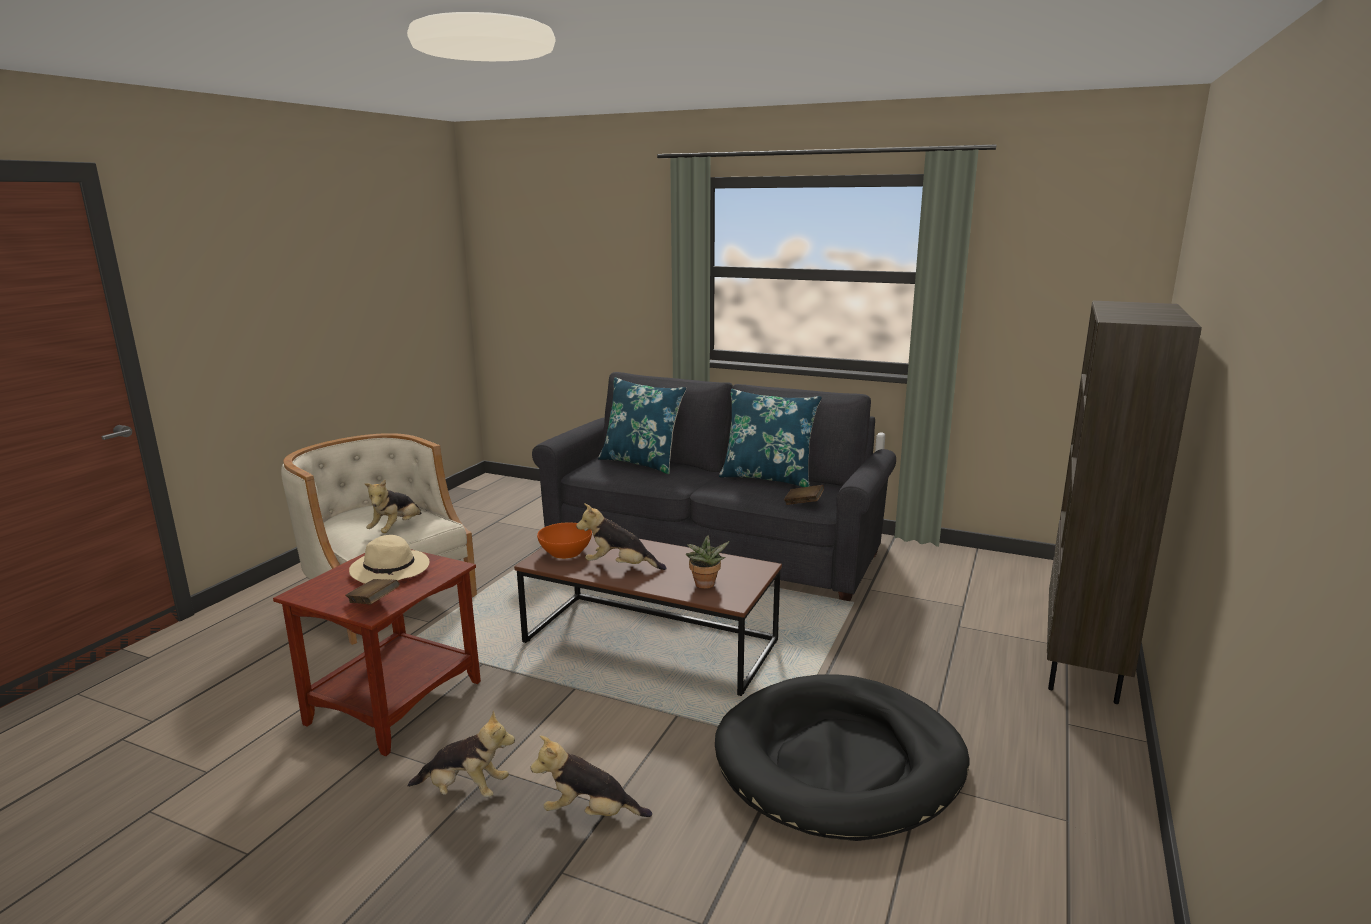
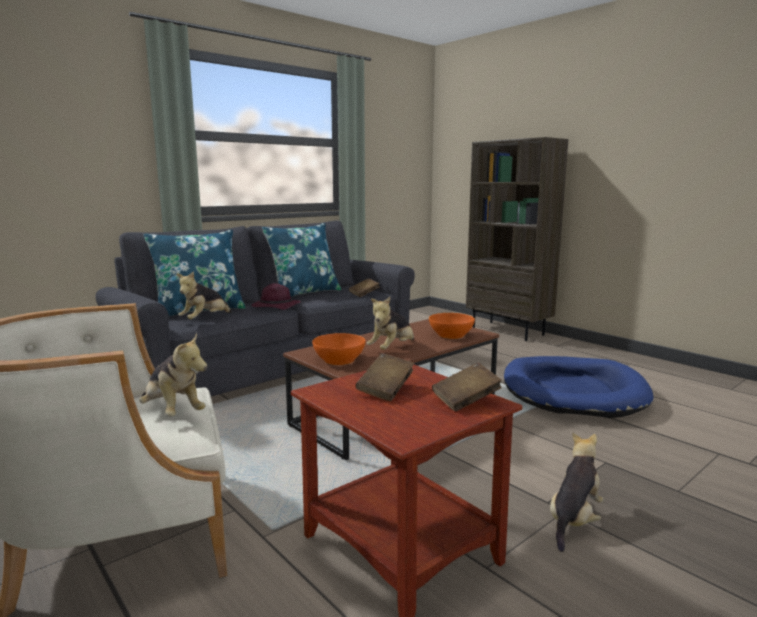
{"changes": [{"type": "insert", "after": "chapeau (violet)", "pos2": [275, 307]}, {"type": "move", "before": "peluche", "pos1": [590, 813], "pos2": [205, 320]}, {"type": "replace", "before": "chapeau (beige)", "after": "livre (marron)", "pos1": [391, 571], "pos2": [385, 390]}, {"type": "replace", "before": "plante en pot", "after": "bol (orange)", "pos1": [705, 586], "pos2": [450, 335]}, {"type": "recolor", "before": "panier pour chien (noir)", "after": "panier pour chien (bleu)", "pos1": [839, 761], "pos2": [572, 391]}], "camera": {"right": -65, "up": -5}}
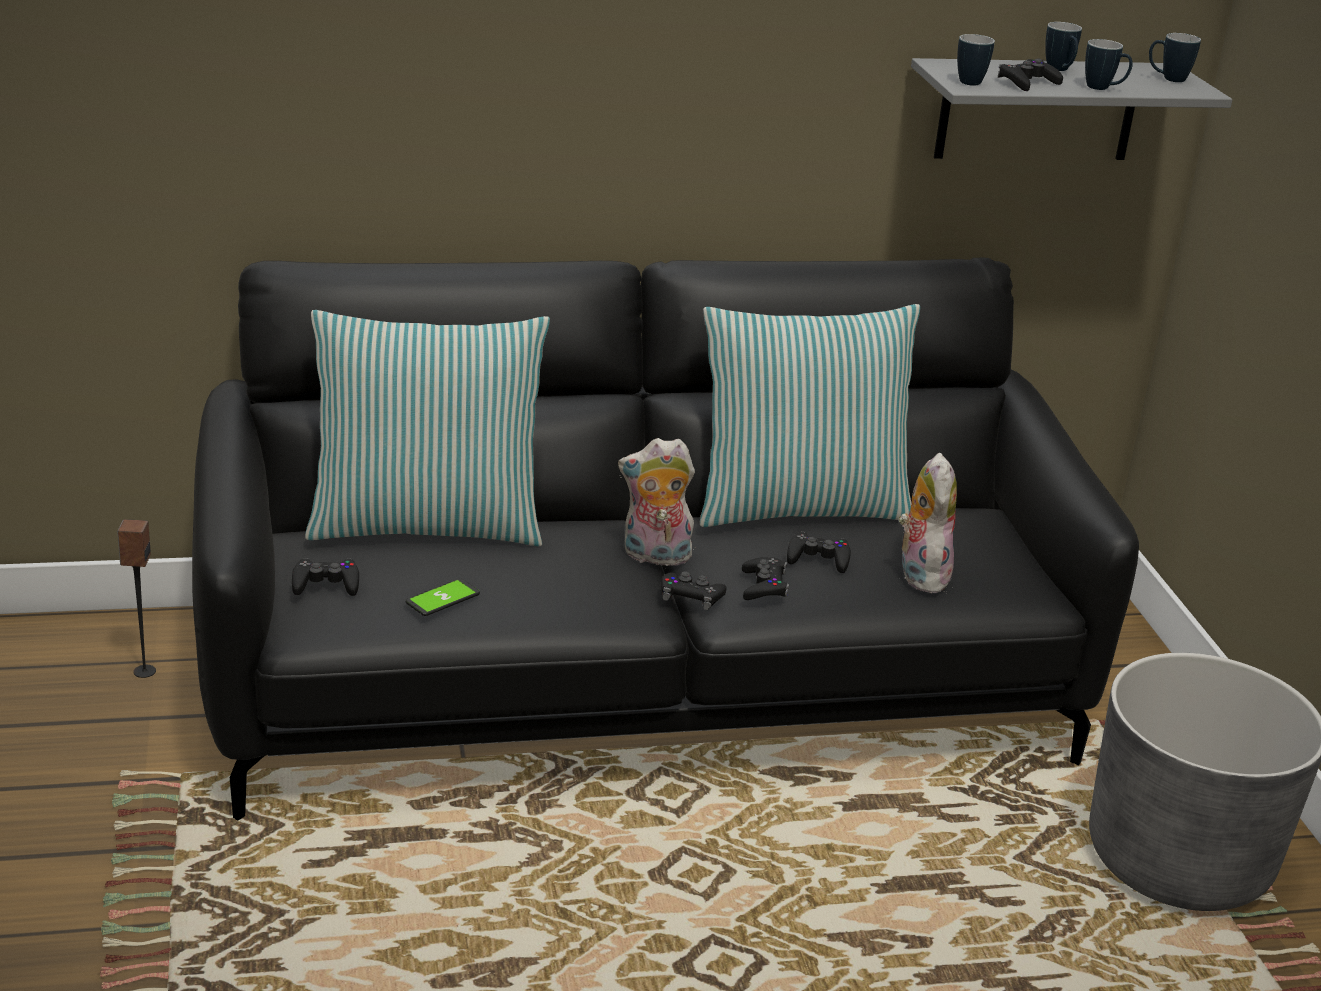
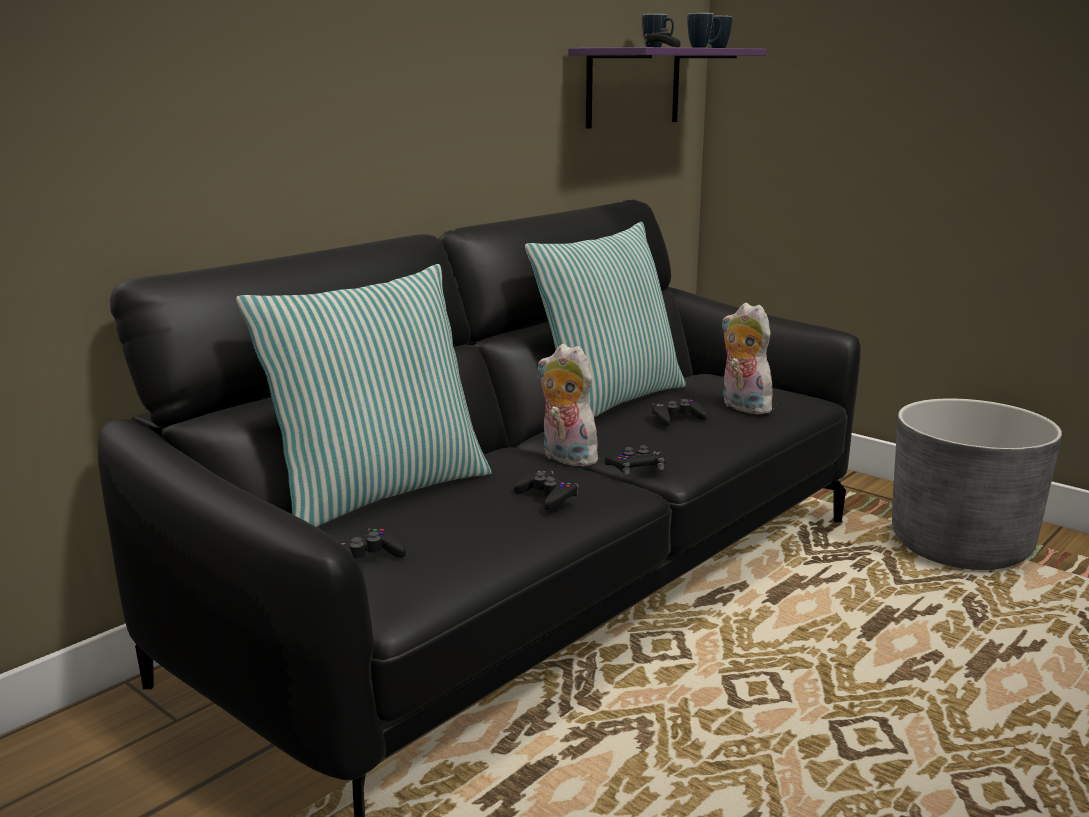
{"changes": [{"type": "delete", "before": "enceinte", "pos1": [144, 671]}, {"type": "delete", "before": "téléphone", "pos1": [442, 598]}, {"type": "delete", "before": "mug", "pos1": [970, 81]}, {"type": "move", "before": "manette (noir)", "pos1": [764, 586], "pos2": [547, 496]}, {"type": "recolor", "before": "étagère (gris)", "after": "étagère (violet)", "pos1": [1037, 109], "pos2": [633, 87]}, {"type": "rotate", "before": "peluche", "pos1": [654, 557], "pos2": [565, 458], "turn": 75}], "camera": {"right": -35, "up": -10}}
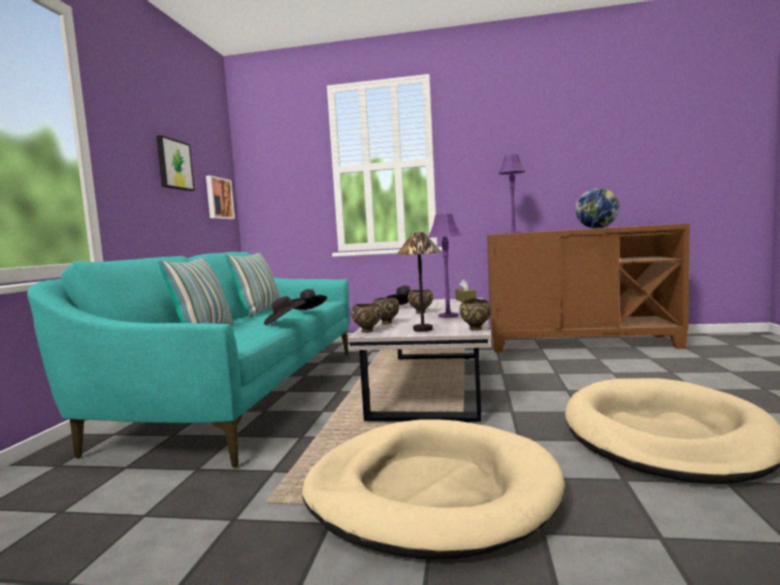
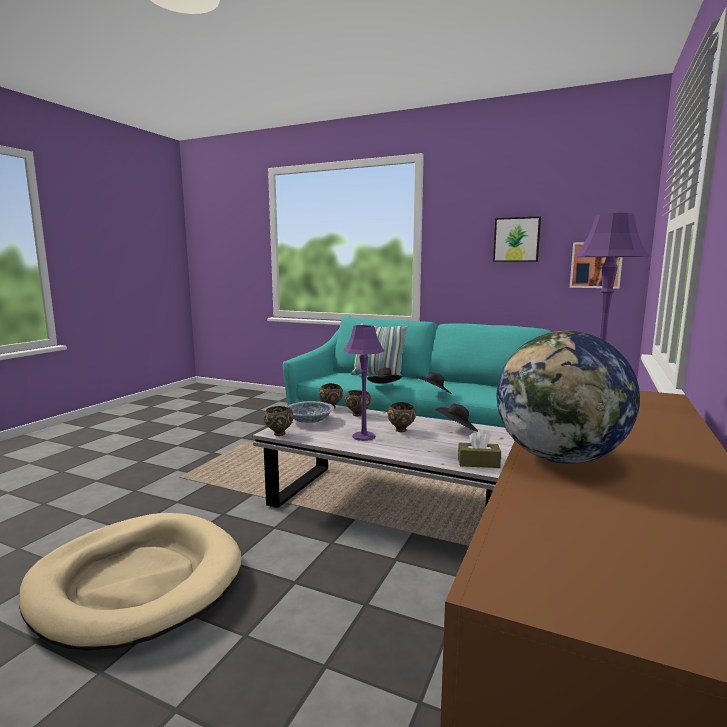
{"changes": [{"type": "delete", "before": "coussin", "pos1": [259, 312]}, {"type": "delete", "before": "panier pour chien (beige)", "pos1": [430, 492]}, {"type": "replace", "before": "lampe de table", "after": "bol", "pos1": [422, 329], "pos2": [309, 420]}], "camera": {"right": 105, "up": 5}}
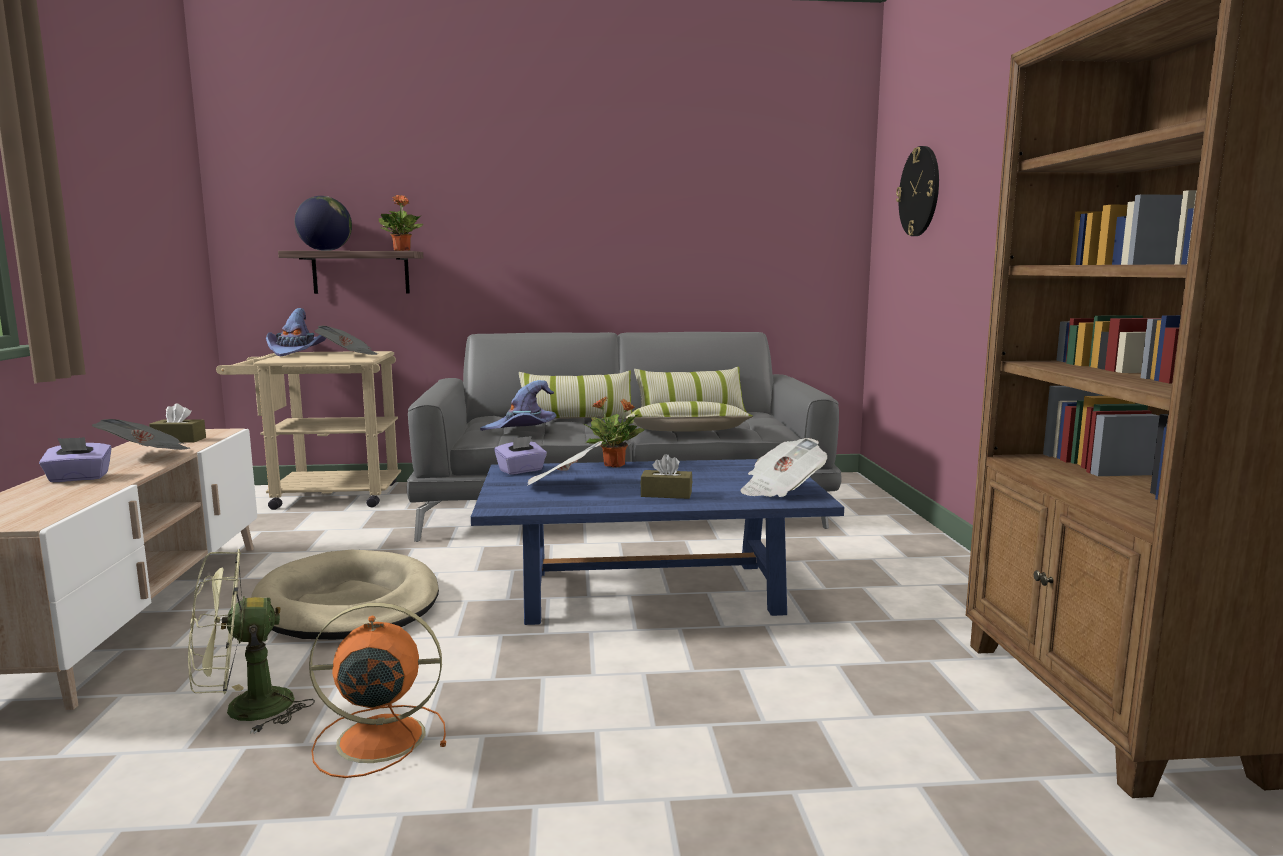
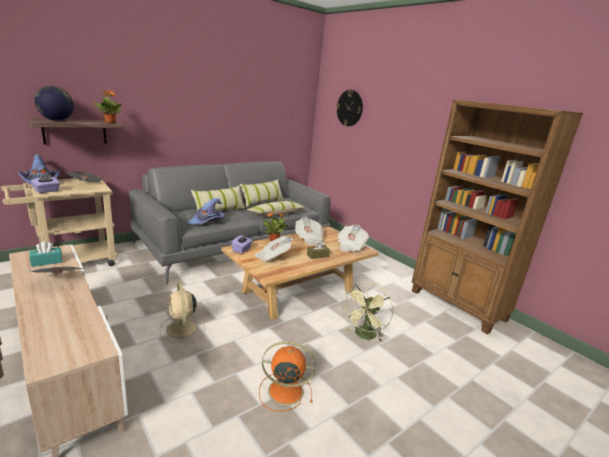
{"changes": [{"type": "insert", "after": "journal", "pos2": [308, 239]}, {"type": "move", "before": "boîte à mouchoirs (violet)", "pos1": [78, 478], "pos2": [47, 191]}, {"type": "move", "before": "ventilateur (vert)", "pos1": [244, 711], "pos2": [364, 336]}, {"type": "replace", "before": "panier pour chien (beige)", "after": "ventilateur (beige)", "pos1": [348, 604], "pos2": [182, 329]}, {"type": "recolor", "before": "boîte à mouchoirs (marron)", "after": "boîte à mouchoirs (turquoise)", "pos1": [179, 440], "pos2": [47, 261]}, {"type": "recolor", "before": "table basse (bleu)", "after": "table basse (beige)", "pos1": [650, 591], "pos2": [298, 291]}, {"type": "rotate", "before": "ventilateur (orange)", "pos1": [377, 739], "pos2": [284, 391], "turn": 45}], "camera": {"right": -35, "up": 10}}
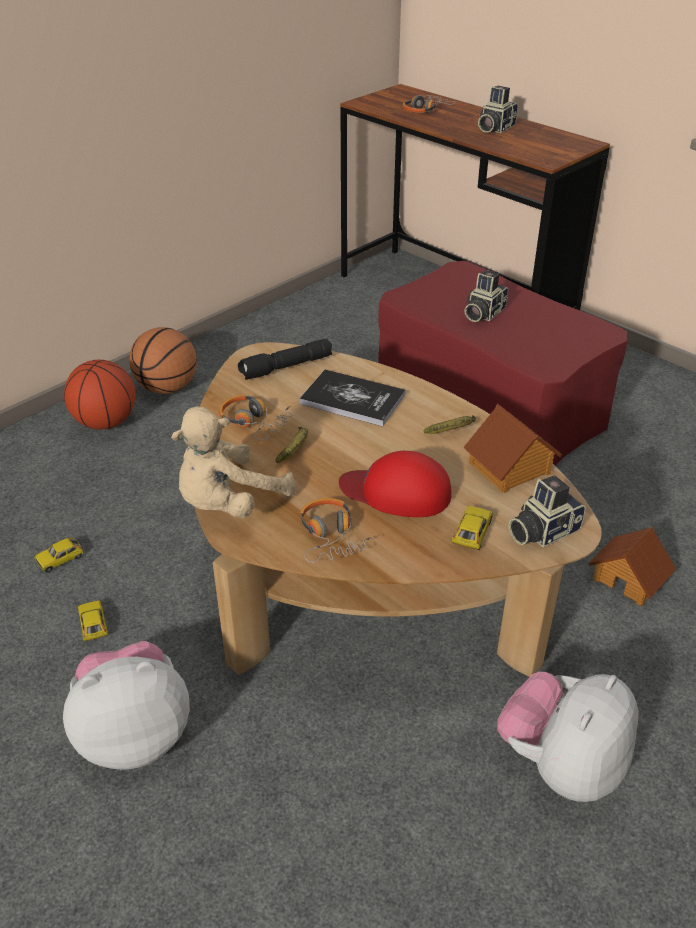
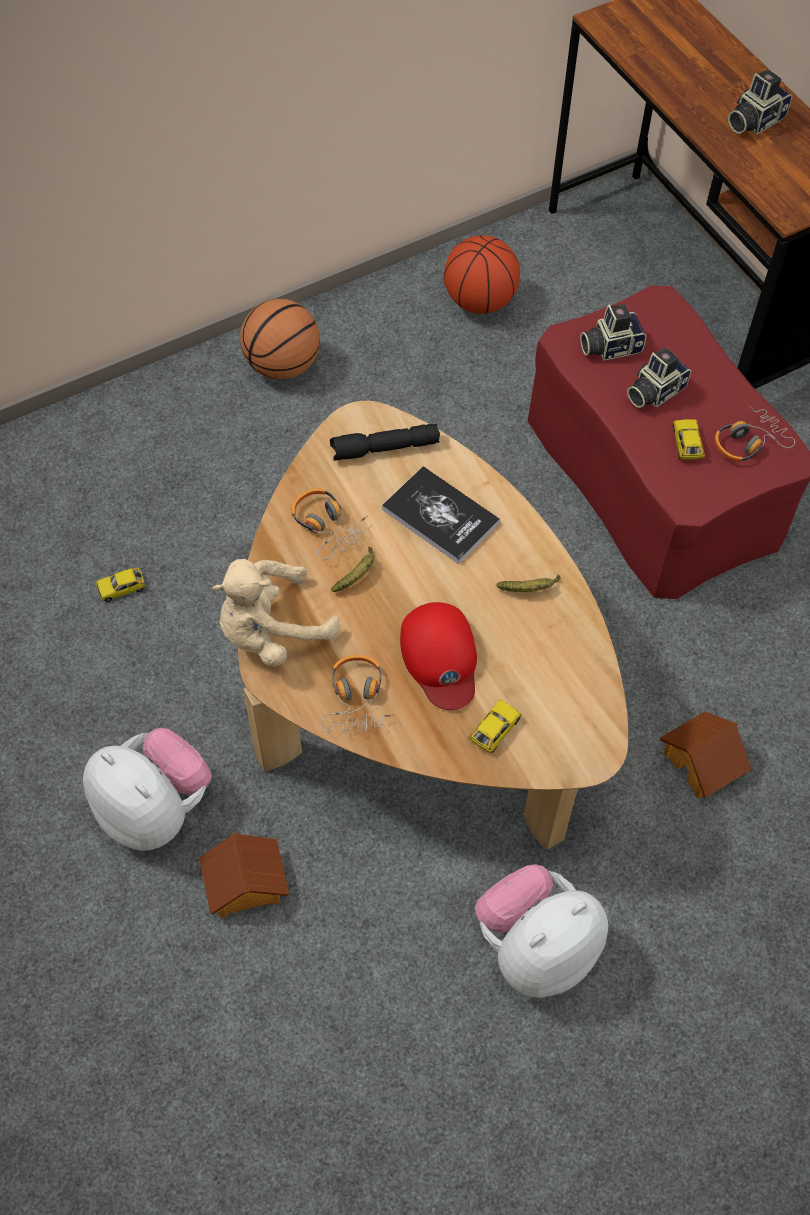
{"changes": [{"type": "move", "before": "ballon de basket", "pos1": [105, 423], "pos2": [479, 301]}, {"type": "move", "before": "petite voiture", "pos1": [93, 625], "pos2": [687, 443]}, {"type": "move", "before": "casque audio", "pos1": [425, 110], "pos2": [748, 442]}, {"type": "move", "before": "maison miniature", "pos1": [510, 468], "pos2": [245, 884]}, {"type": "move", "before": "appareil photo", "pos1": [541, 531], "pos2": [609, 346]}, {"type": "rotate", "before": "peluche", "pos1": [134, 734], "pos2": [155, 809], "turn": 45}, {"type": "rotate", "before": "casquette (rouge)", "pos1": [396, 491], "pos2": [440, 658], "turn": -135}], "camera": {"right": 15, "up": 20}}
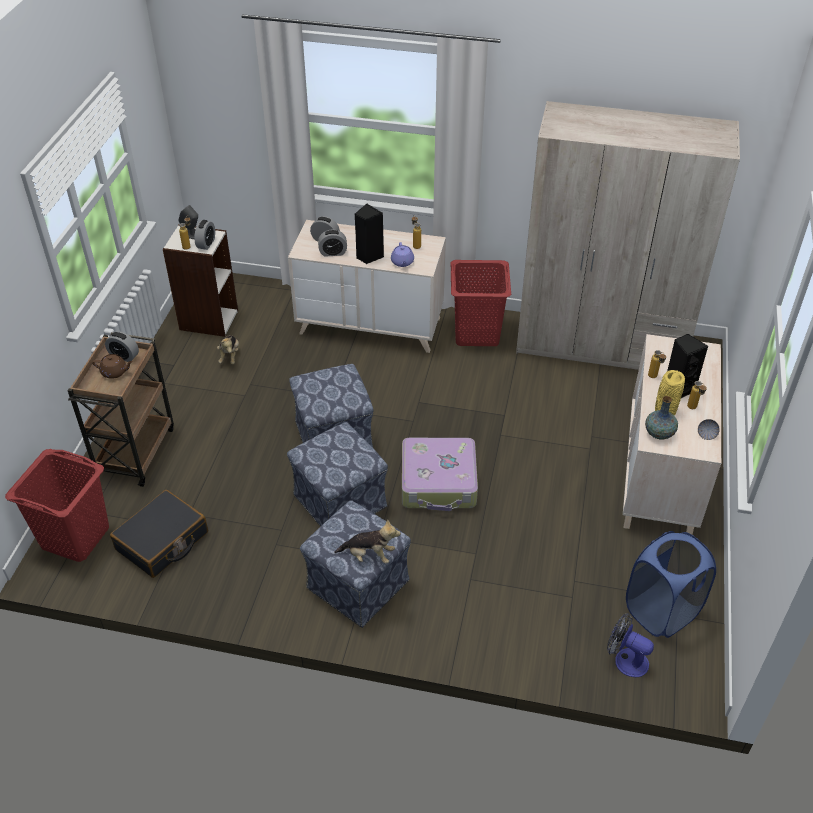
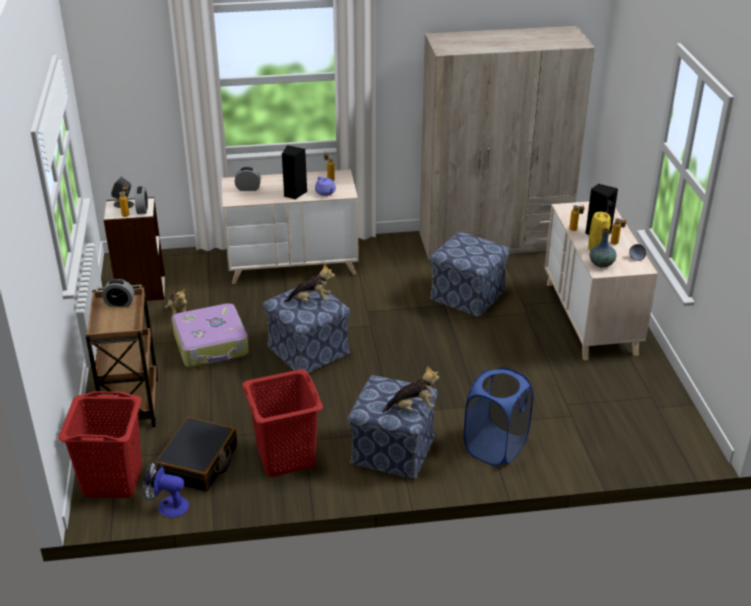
{"changes": [{"type": "delete", "before": "théière (marron)", "pos1": [115, 372]}, {"type": "delete", "before": "réveil", "pos1": [333, 253]}, {"type": "insert", "after": "peluche", "pos2": [311, 300]}, {"type": "move", "before": "pouf", "pos1": [339, 500], "pos2": [466, 296]}, {"type": "move", "before": "valise", "pos1": [439, 482], "pos2": [212, 345]}, {"type": "move", "before": "panier à linge (rouge)", "pos1": [477, 333], "pos2": [286, 457]}, {"type": "move", "before": "ventilateur", "pos1": [625, 659], "pos2": [167, 505]}, {"type": "move", "before": "panier à linge (bleu)", "pos1": [661, 611], "pos2": [495, 447]}], "camera": {"right": -20, "up": -10}}
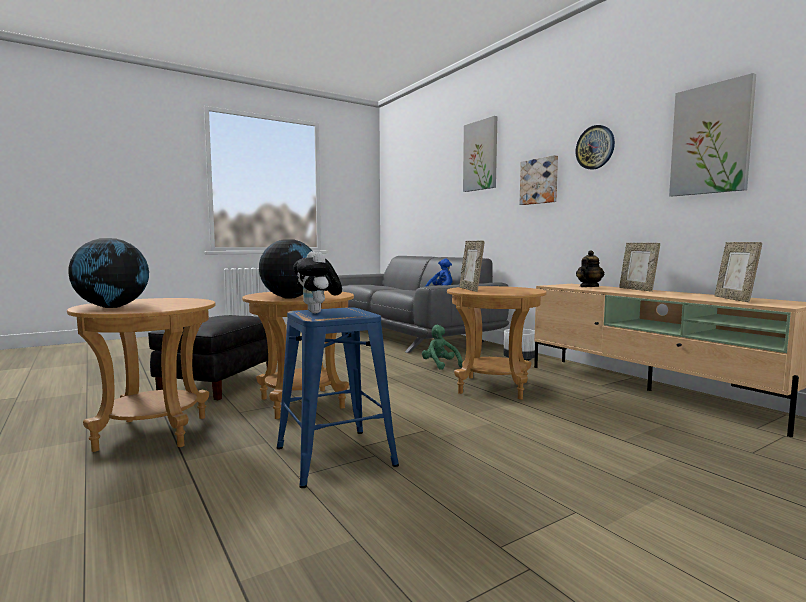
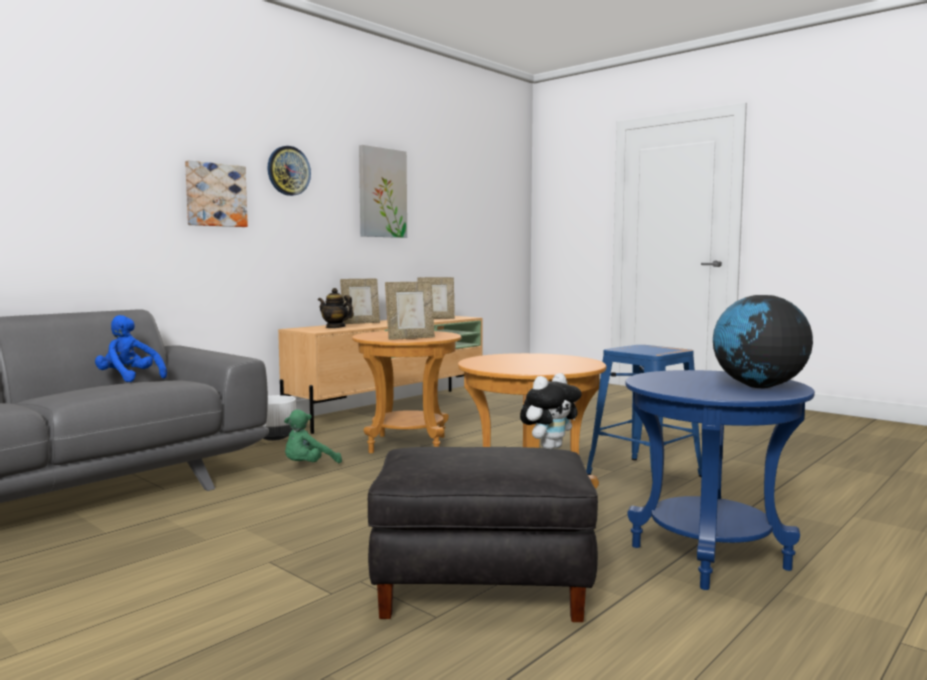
{"changes": [{"type": "delete", "before": "globe", "pos1": [290, 297]}, {"type": "delete", "before": "tableau", "pos1": [480, 155]}, {"type": "move", "before": "peluche", "pos1": [318, 313], "pos2": [549, 447]}, {"type": "recolor", "before": "table d'appoint (marron)", "after": "table d'appoint (bleu)", "pos1": [153, 432], "pos2": [708, 557]}], "camera": {"right": -105, "up": 0}}
